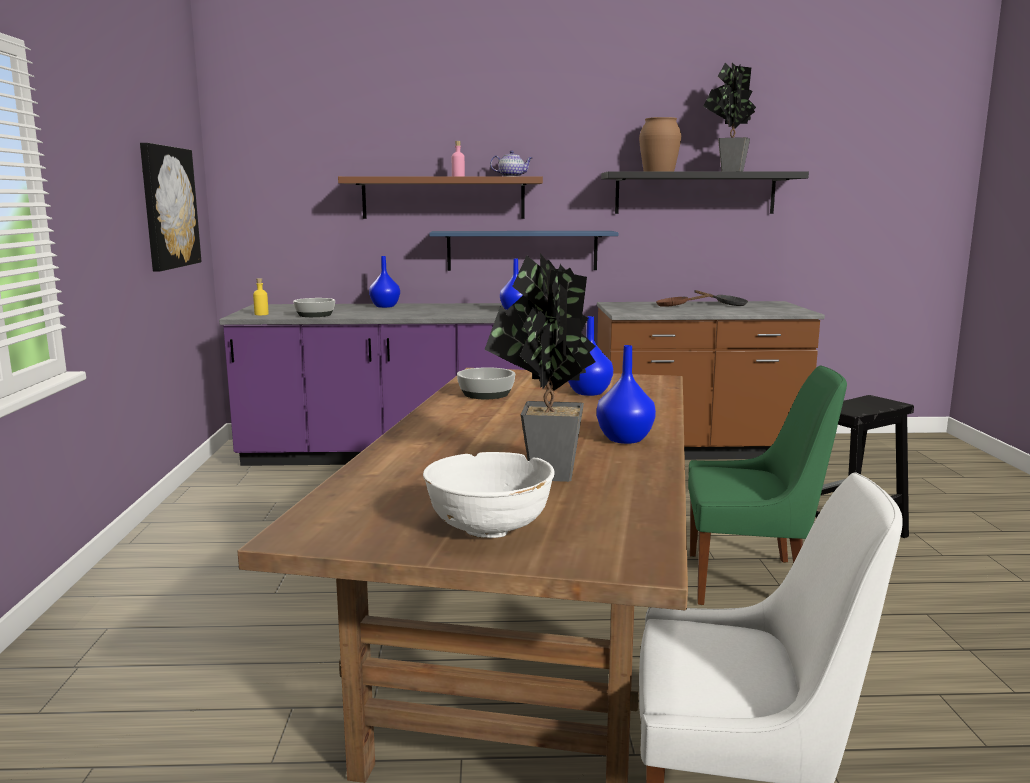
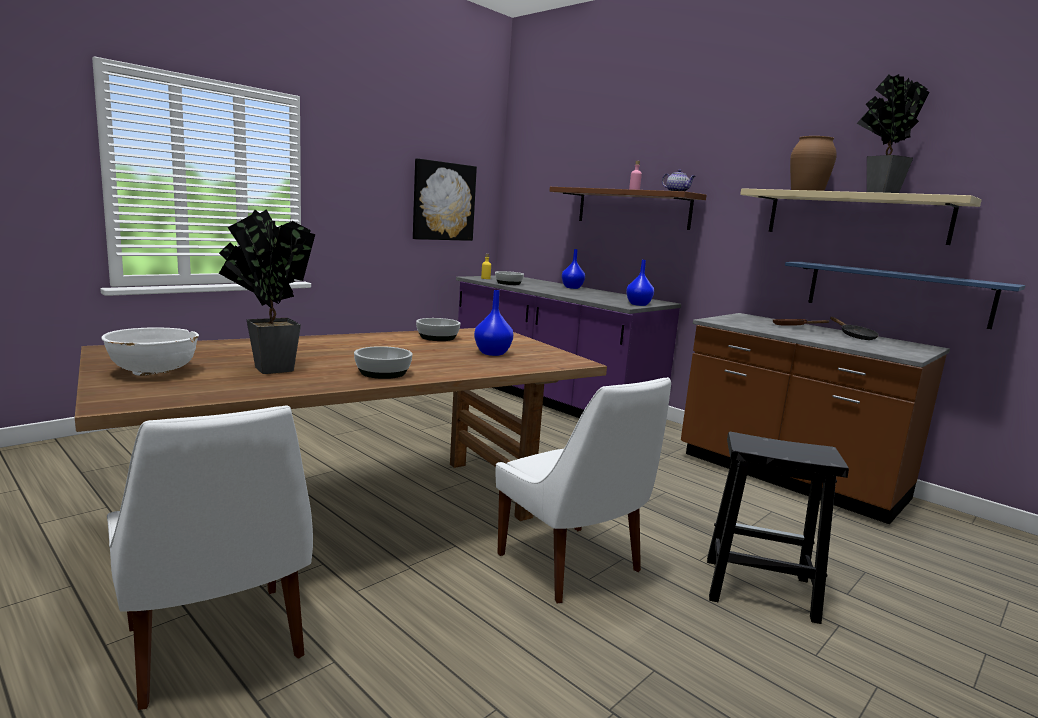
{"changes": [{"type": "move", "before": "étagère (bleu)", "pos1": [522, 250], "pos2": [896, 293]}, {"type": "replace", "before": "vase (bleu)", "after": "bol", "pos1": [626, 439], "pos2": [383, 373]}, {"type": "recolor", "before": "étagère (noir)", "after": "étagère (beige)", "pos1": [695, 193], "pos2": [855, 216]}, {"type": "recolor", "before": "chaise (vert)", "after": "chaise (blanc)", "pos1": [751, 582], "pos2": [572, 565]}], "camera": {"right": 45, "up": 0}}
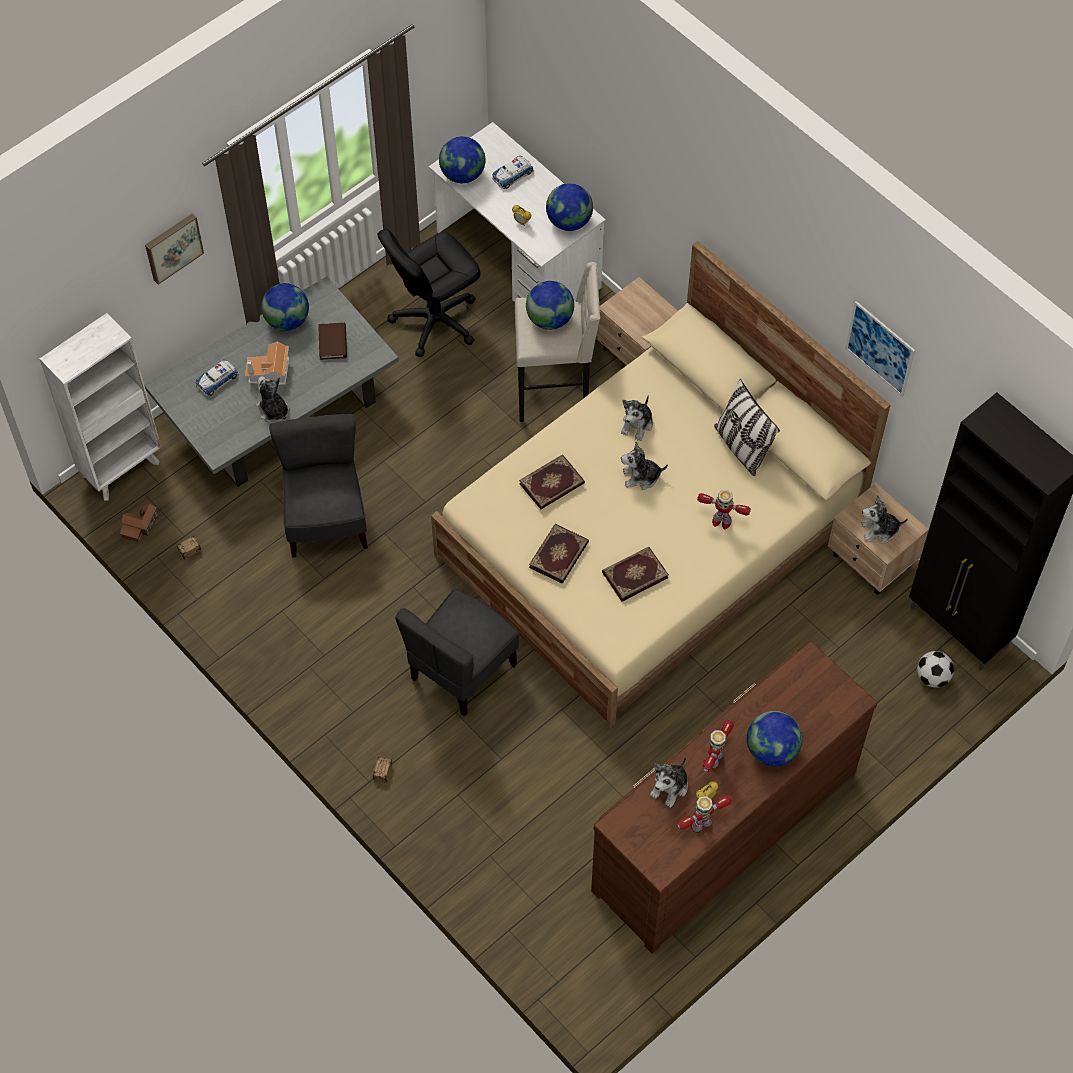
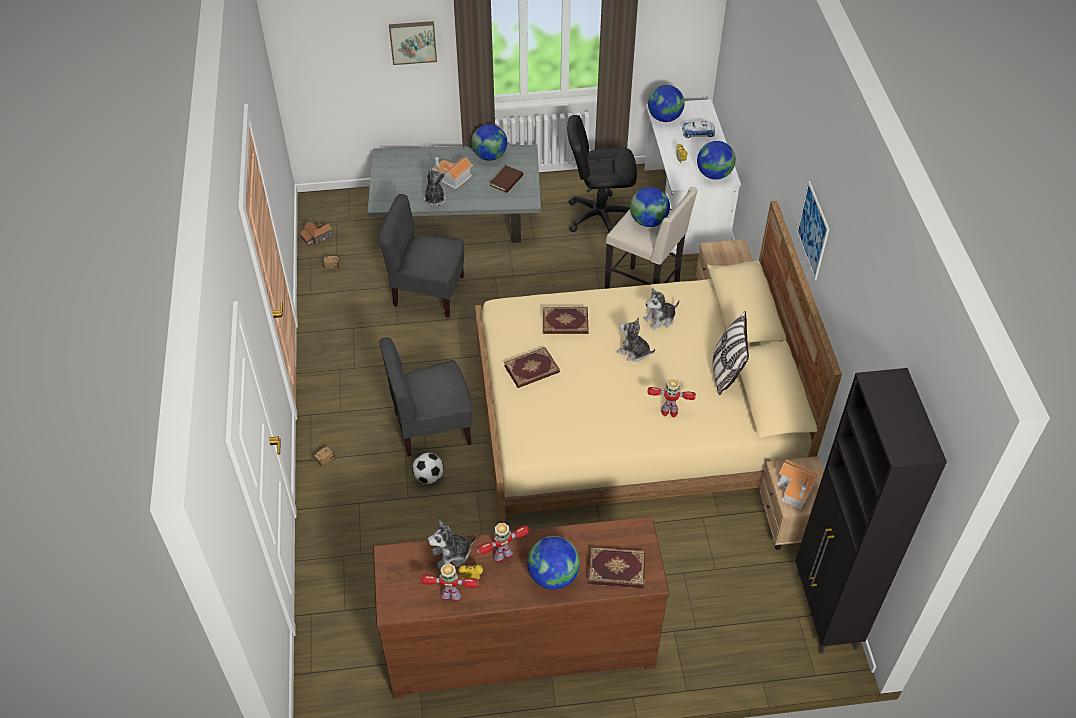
{"changes": [{"type": "delete", "before": "bibliothèque (blanc)", "pos1": [122, 468]}, {"type": "delete", "before": "petite voiture", "pos1": [217, 380]}, {"type": "move", "before": "livre", "pos1": [634, 574], "pos2": [616, 567]}, {"type": "move", "before": "tableau", "pos1": [880, 348], "pos2": [813, 230]}, {"type": "move", "before": "ballon de foot", "pos1": [932, 677], "pos2": [429, 477]}, {"type": "replace", "before": "peluche", "after": "maison miniature", "pos1": [879, 530], "pos2": [796, 490]}, {"type": "rotate", "before": "chaise (gris)", "pos1": [326, 521], "pos2": [428, 292], "turn": -105}, {"type": "rotate", "before": "robot jouet", "pos1": [721, 521], "pos2": [669, 411], "turn": -45}], "camera": {"right": 35, "up": -10}}
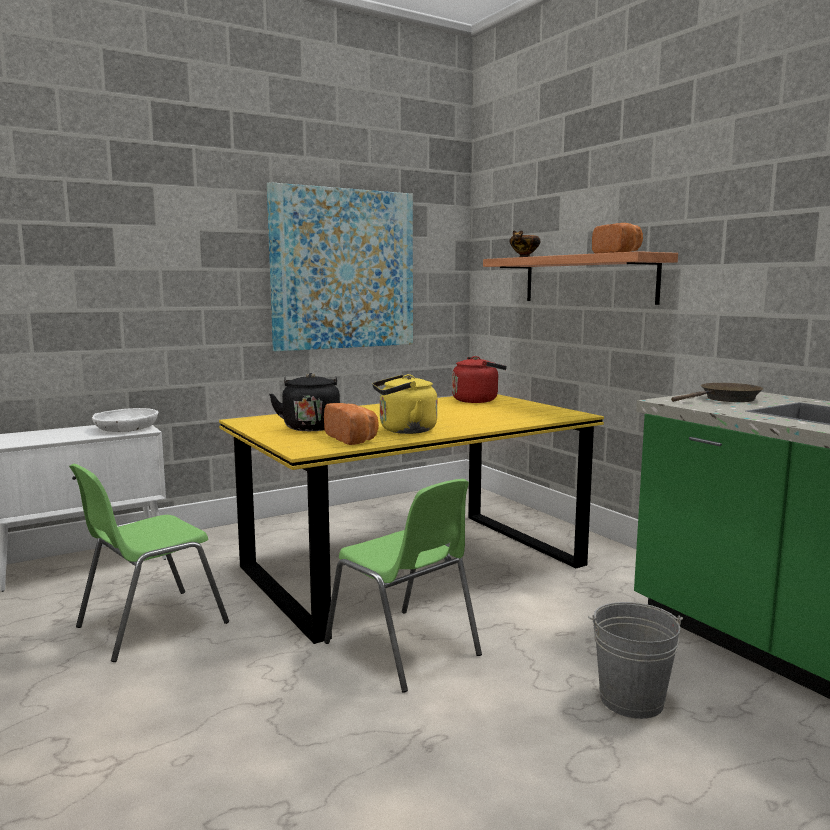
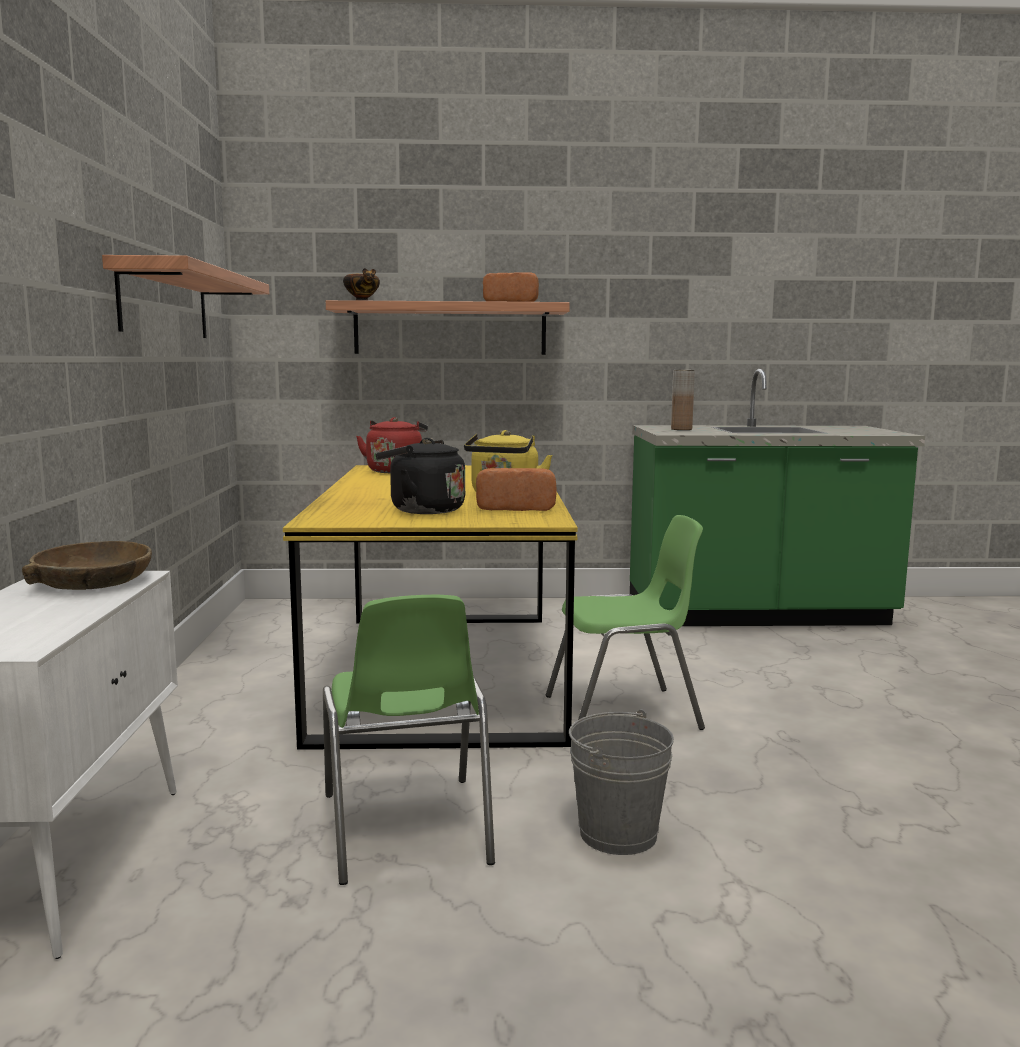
{"changes": [{"type": "move", "before": "seau (gris)", "pos1": [631, 700], "pos2": [618, 833]}, {"type": "replace", "before": "tableau", "after": "étagère", "pos1": [343, 269], "pos2": [165, 303]}, {"type": "replace", "before": "poêle (marron)", "after": "vase (marron)", "pos1": [726, 399], "pos2": [681, 429]}, {"type": "recolor", "before": "bol (blanc)", "after": "bol (marron)", "pos1": [125, 429], "pos2": [93, 582]}], "camera": {"right": -60, "up": 0}}
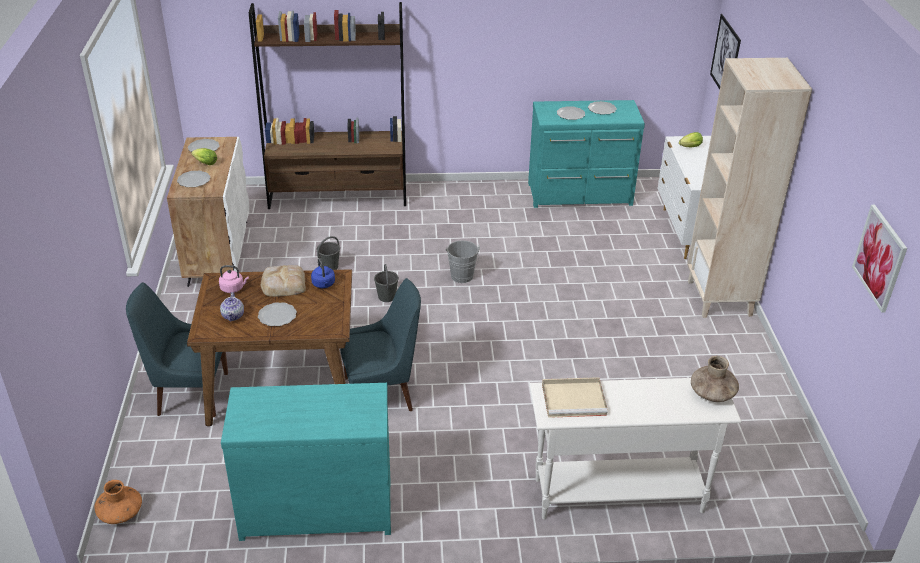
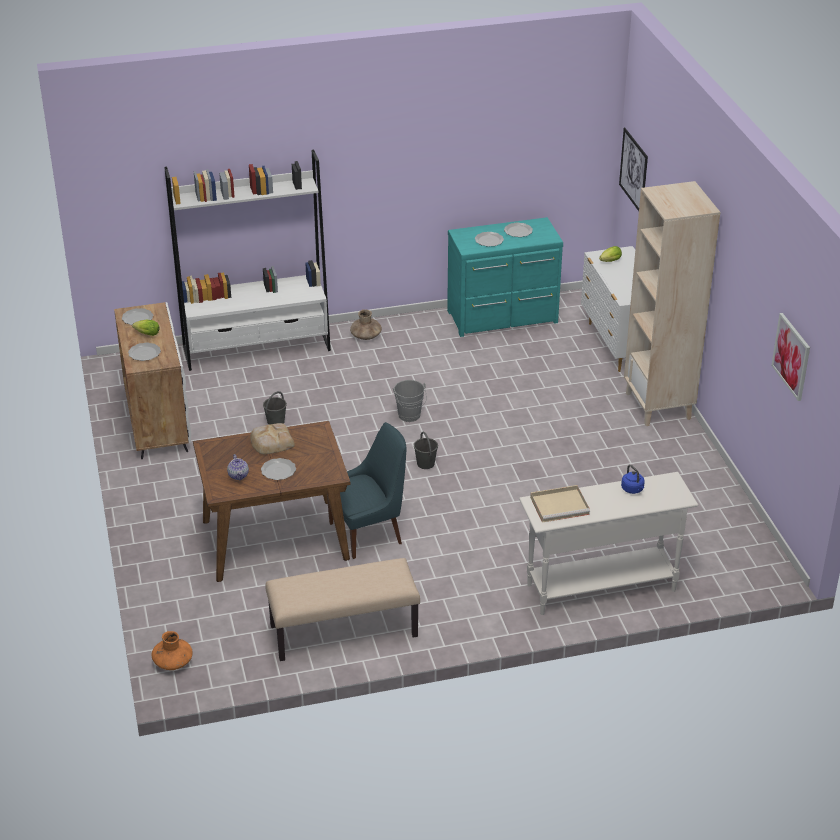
{"changes": [{"type": "delete", "before": "chaise (bleu)", "pos1": [189, 394]}, {"type": "delete", "before": "bouilloire (rose)", "pos1": [233, 288]}, {"type": "move", "before": "bouilloire (bleu)", "pos1": [323, 284], "pos2": [633, 490]}, {"type": "move", "before": "seau (gris)", "pos1": [386, 296], "pos2": [425, 463]}, {"type": "move", "before": "vase (marron)", "pos1": [712, 393], "pos2": [366, 336]}, {"type": "replace", "before": "commode (turquoise)", "after": "banc (beige)", "pos1": [316, 506], "pos2": [343, 632]}, {"type": "recolor", "before": "bibliothèque (marron)", "after": "bibliothèque (blanc)", "pos1": [338, 196], "pos2": [257, 348]}], "camera": {"right": -10, "up": 0}}
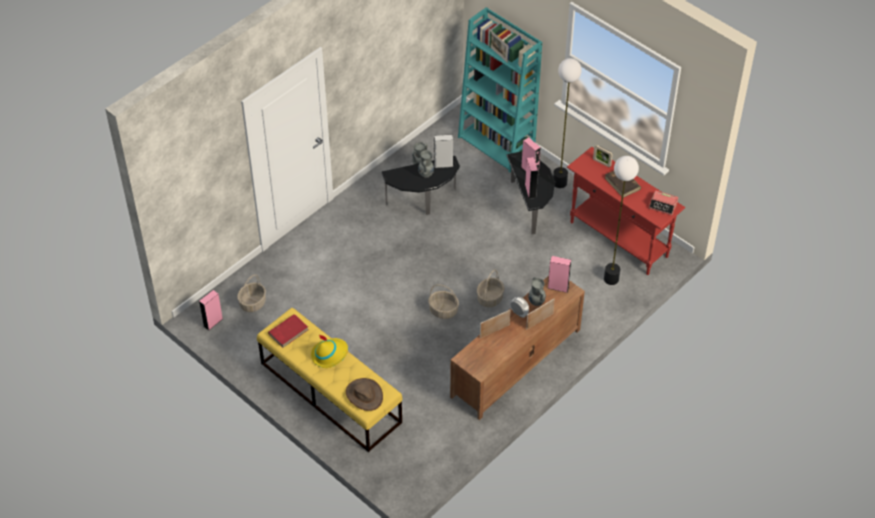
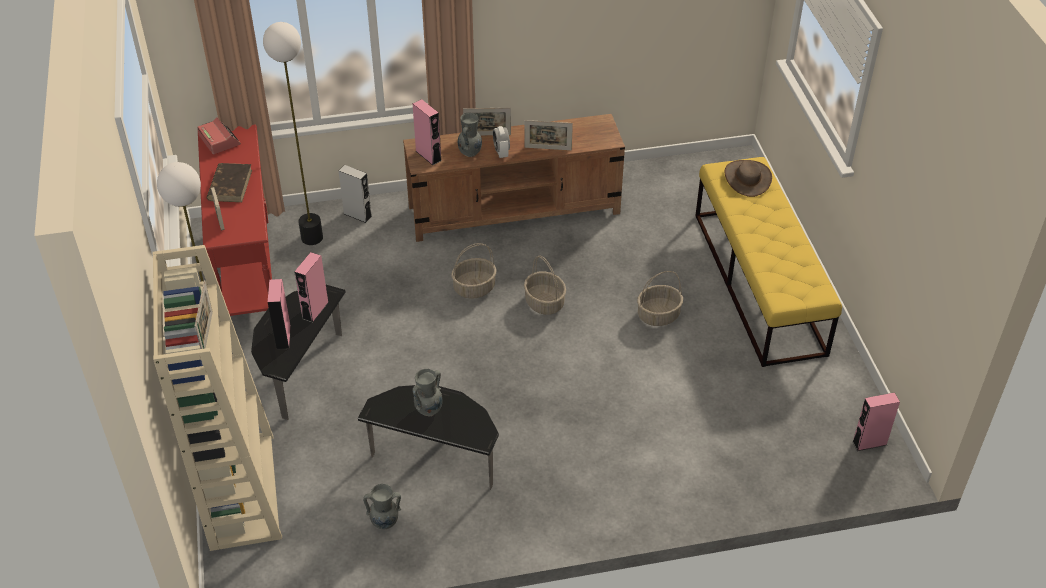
{"changes": [{"type": "delete", "before": "livre (rouge)", "pos1": [288, 331]}, {"type": "delete", "before": "chapeau (jaune)", "pos1": [329, 354]}, {"type": "move", "before": "panier", "pos1": [252, 303], "pos2": [658, 315]}, {"type": "move", "before": "enceinte (gris)", "pos1": [443, 164], "pos2": [357, 215]}, {"type": "recolor", "before": "bibliothèque (turquoise)", "after": "bibliothèque (beige)", "pos1": [497, 145], "pos2": [241, 490]}], "camera": {"right": -145, "up": -5}}
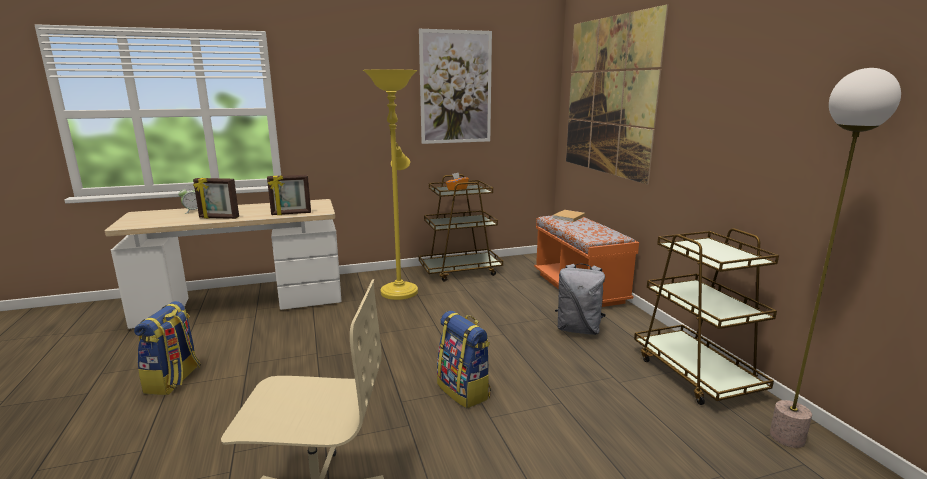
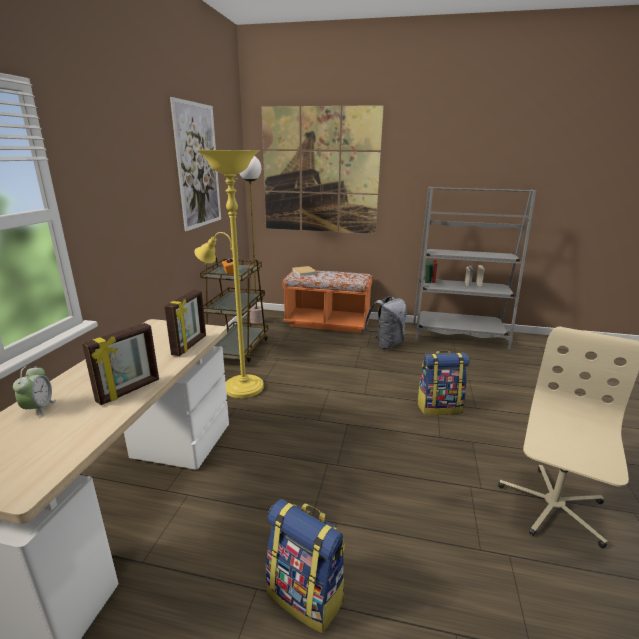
{"changes": [{"type": "move", "before": "lampadaire", "pos1": [787, 437], "pos2": [257, 321]}, {"type": "replace", "before": "chariot (marron)", "after": "bibliothèque (gris)", "pos1": [695, 374], "pos2": [458, 336]}], "camera": {"right": -60, "up": 5}}
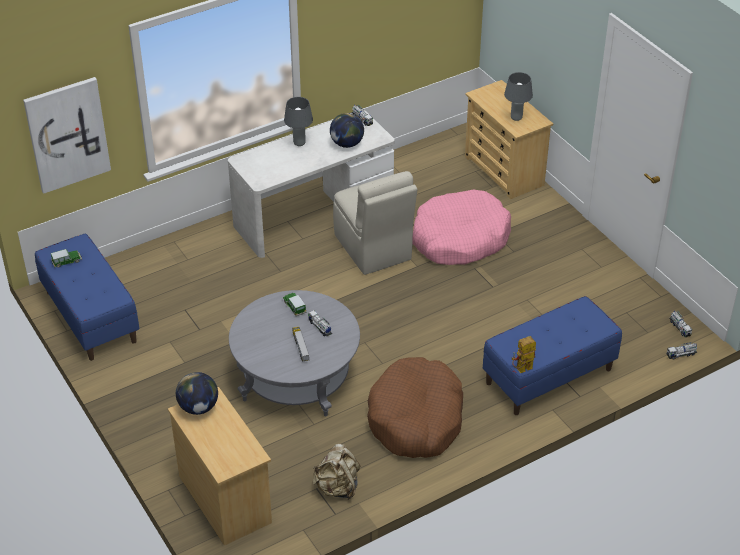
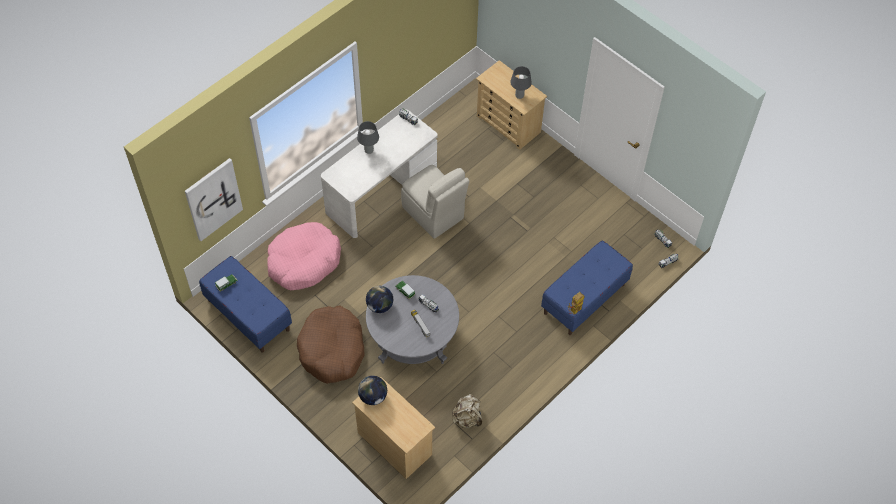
{"changes": [{"type": "move", "before": "globe", "pos1": [347, 144], "pos2": [380, 306]}, {"type": "move", "before": "panier pour chien (marron)", "pos1": [416, 419], "pos2": [332, 350]}, {"type": "move", "before": "panier pour chien (rose)", "pos1": [459, 238], "pos2": [303, 261]}], "camera": {"right": -15, "up": 15}}
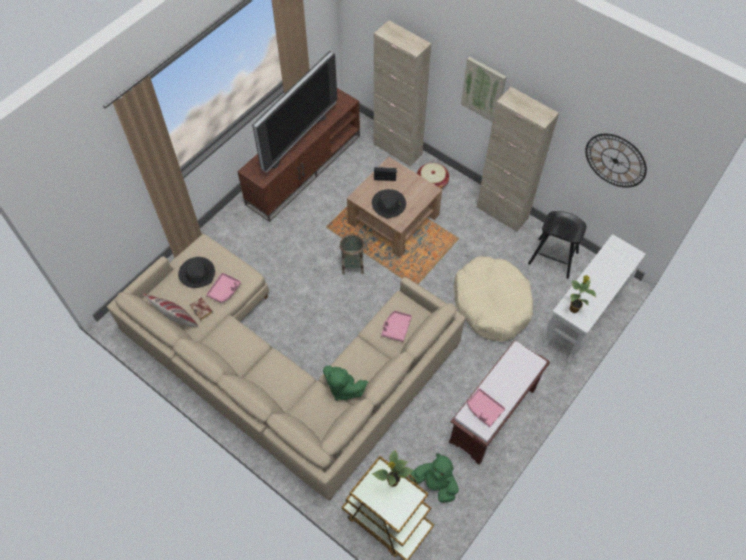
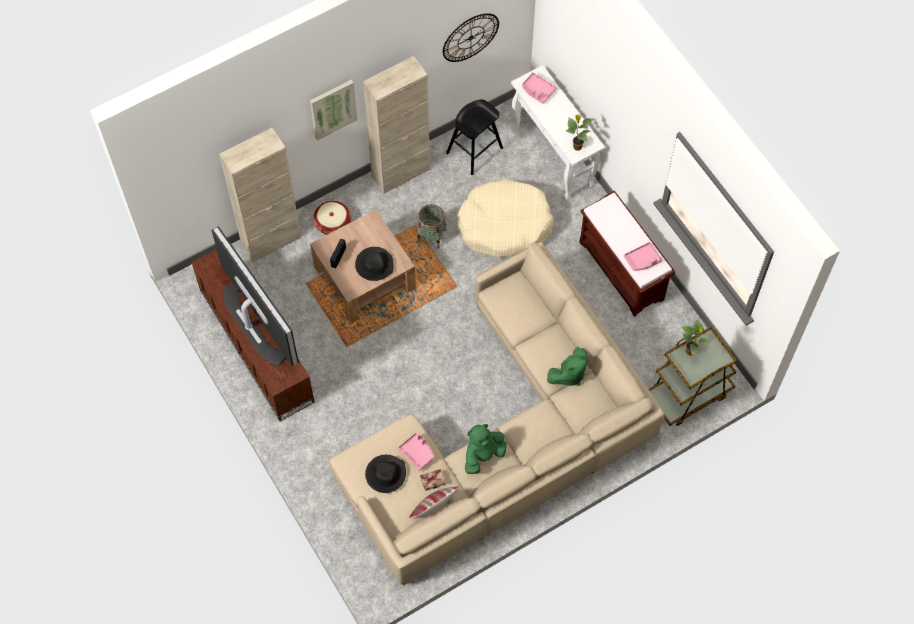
{"changes": [{"type": "move", "before": "panier", "pos1": [352, 264], "pos2": [431, 235]}, {"type": "move", "before": "plateau (rose)", "pos1": [396, 328], "pos2": [537, 90]}, {"type": "move", "before": "peluche (vert)", "pos1": [435, 484], "pos2": [483, 455]}], "camera": {"right": -70, "up": 5}}
